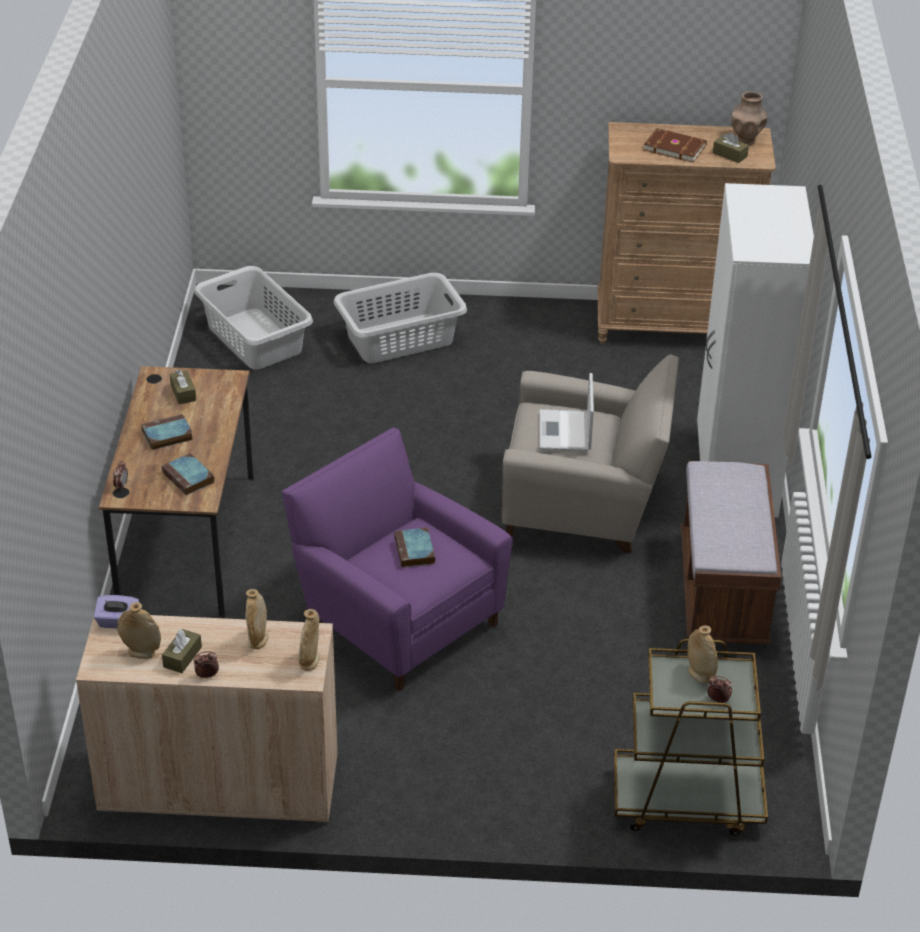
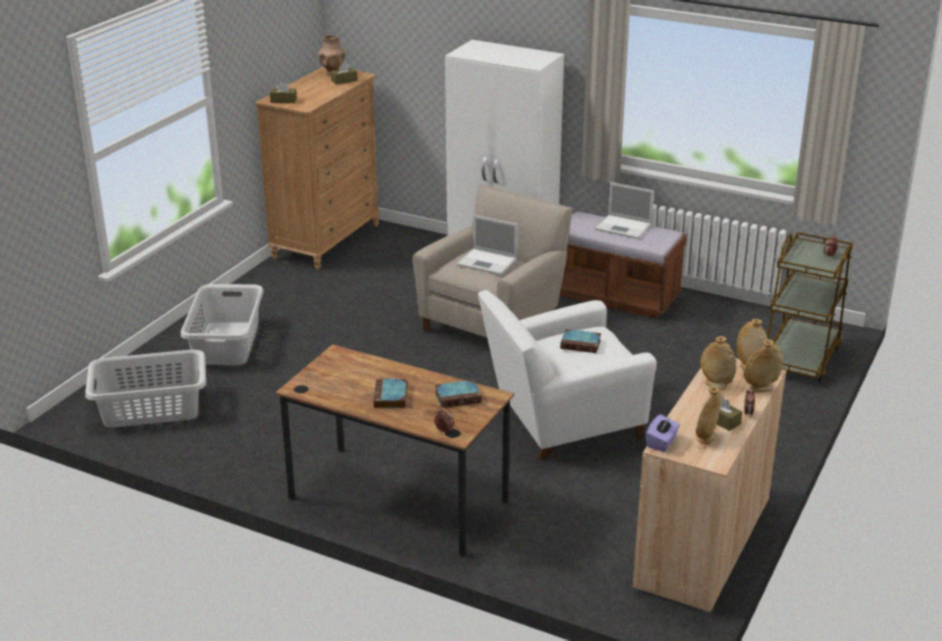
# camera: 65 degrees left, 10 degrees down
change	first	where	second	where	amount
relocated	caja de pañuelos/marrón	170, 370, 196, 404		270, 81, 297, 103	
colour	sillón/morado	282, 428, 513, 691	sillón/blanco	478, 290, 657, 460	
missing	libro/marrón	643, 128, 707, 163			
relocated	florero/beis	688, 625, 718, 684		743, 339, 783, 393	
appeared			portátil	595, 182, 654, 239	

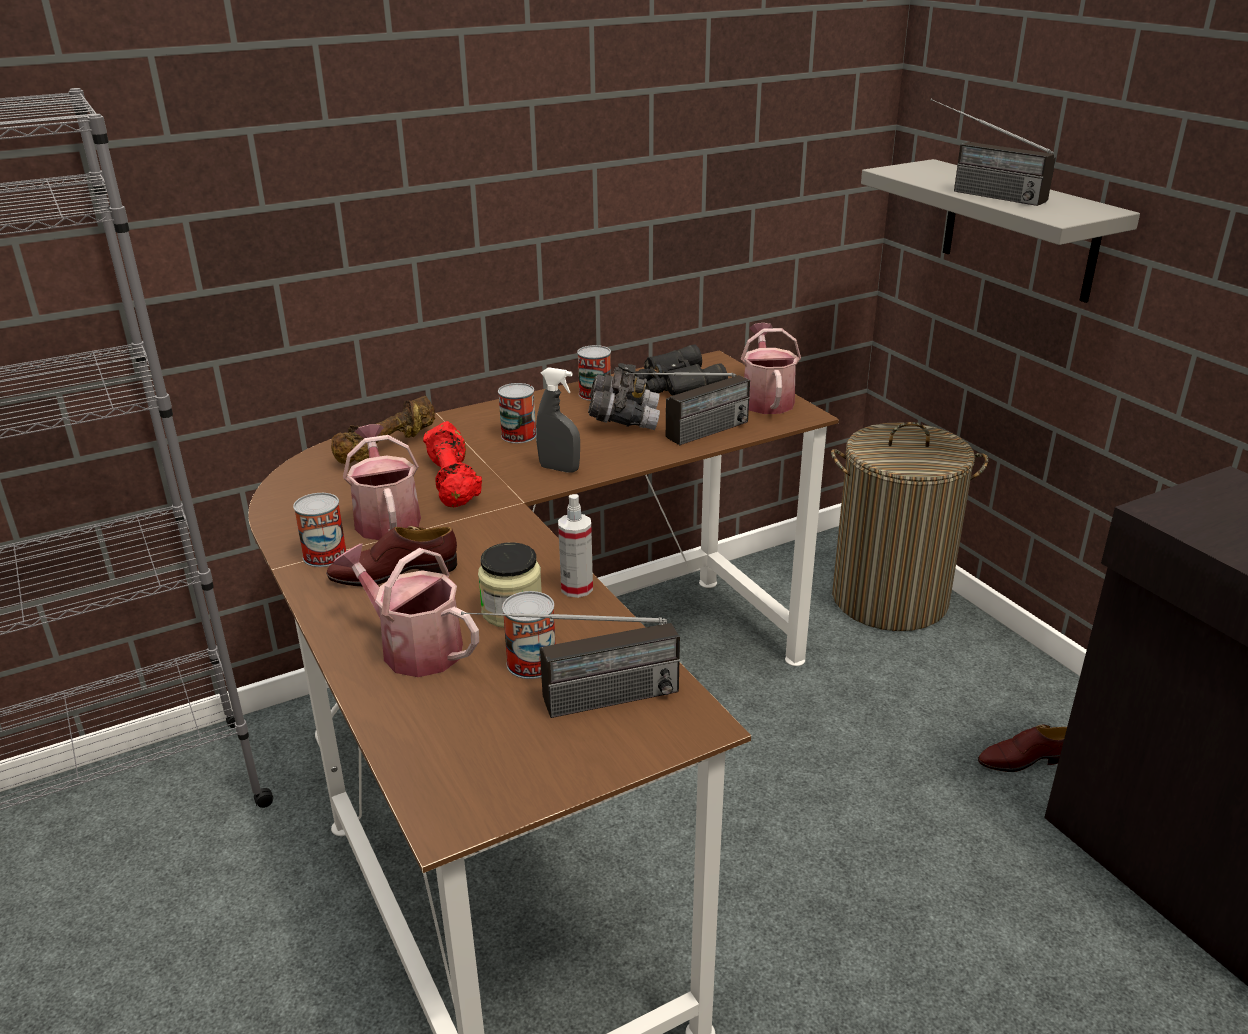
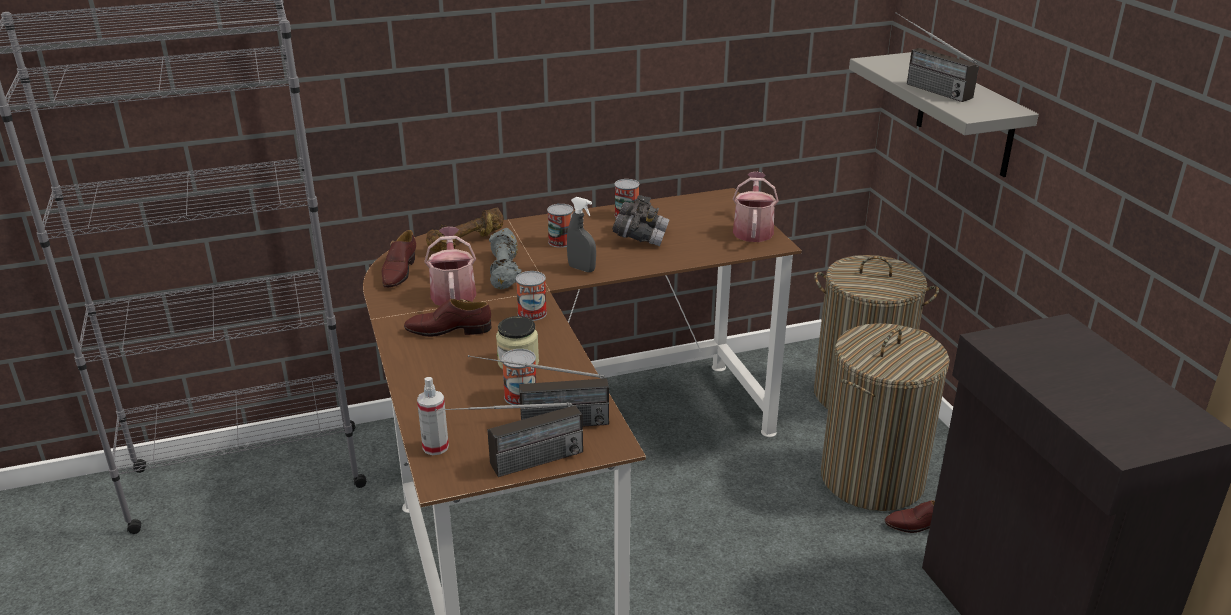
# camera: 10 degrees right, 0 degrees up
change	first	where	second	where	amount
relocated	lata	293, 493, 347, 567		516, 271, 547, 321	
missing	regadera	333, 544, 479, 677			
colour	mancuerna/rojo	423, 421, 482, 507	mancuerna/gris	489, 228, 522, 289	
relocated	pulverizador	558, 494, 593, 598		417, 377, 449, 455	
relocated	radio	626, 372, 750, 445		435, 402, 583, 477	
missing	prismáticos/negro	634, 344, 728, 396			
appeared			zapato/marrón	382, 230, 416, 288	
appeared			cesto de la ropa	821, 323, 950, 511	

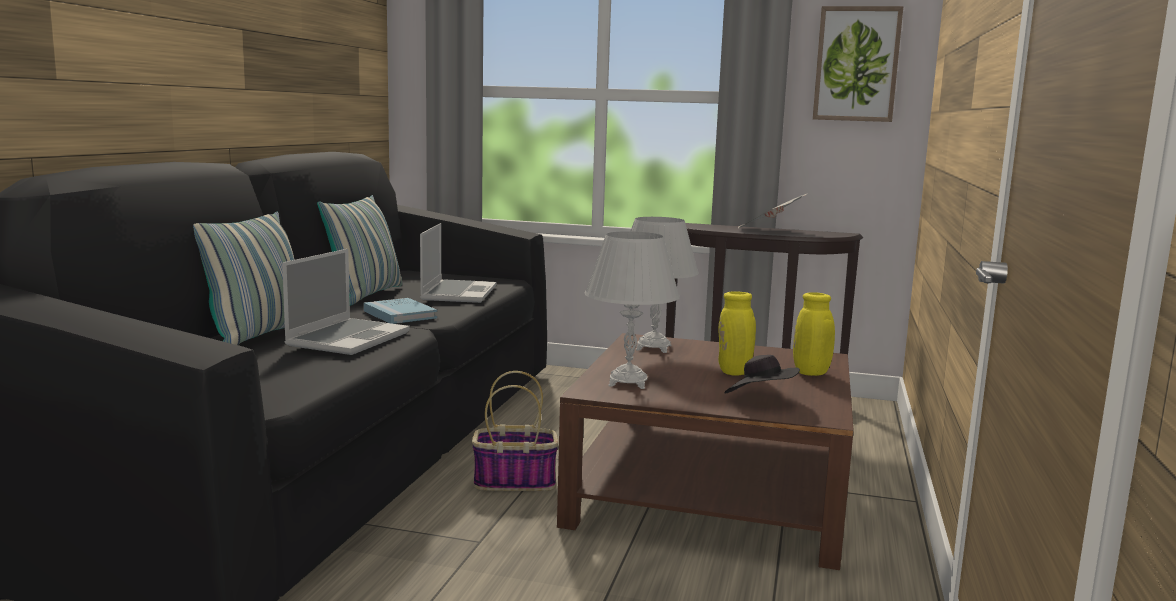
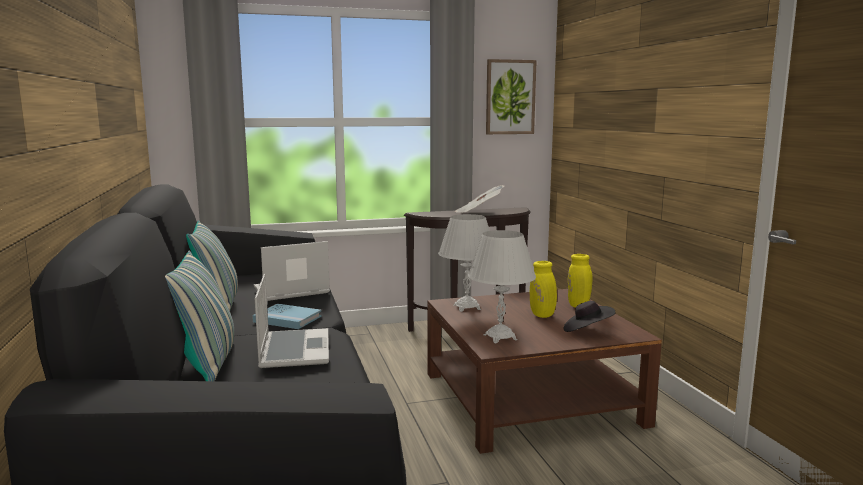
# camera: 30 degrees left, 0 degrees up
change	first	where	second	where	amount
spun	portátil	420, 223, 496, 303		254, 241, 330, 301	90 degrees counterclockwise
missing	cesta	472, 371, 558, 491			

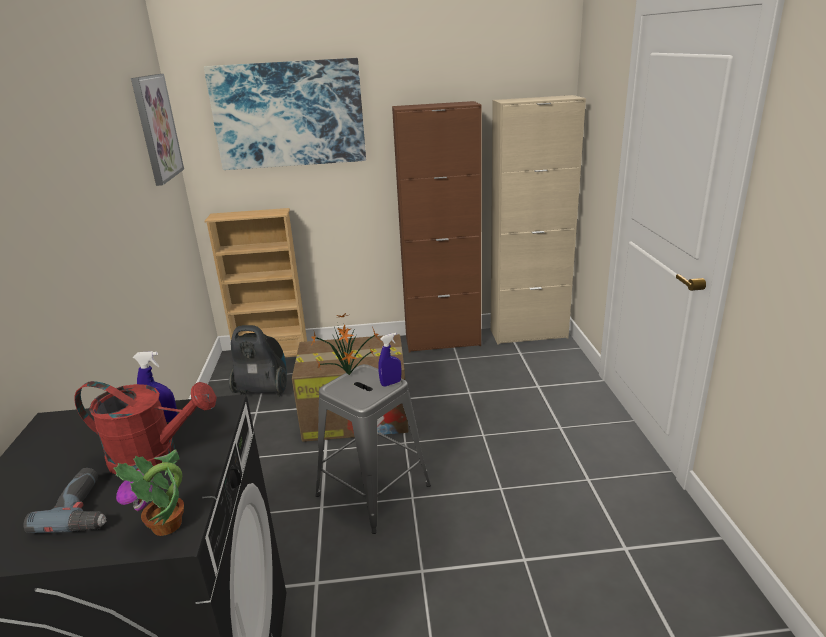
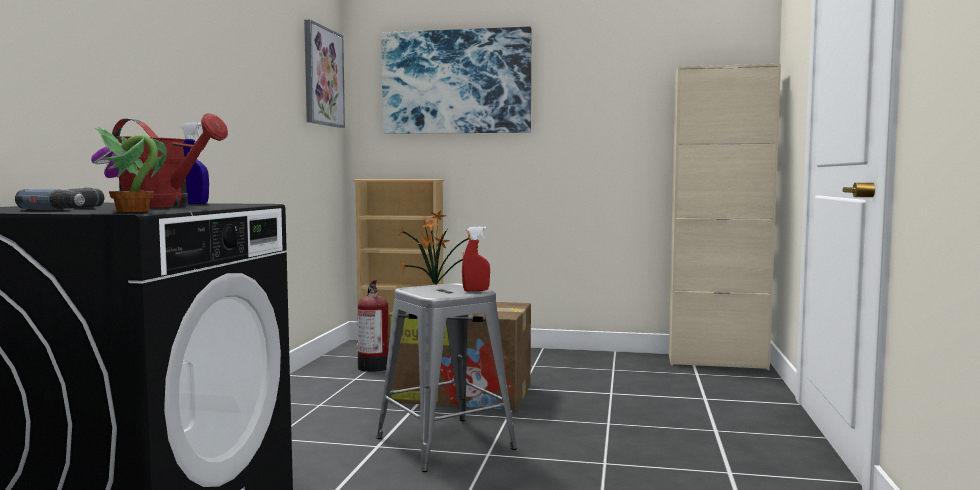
# camera: 15 degrees right, 20 degrees down
change	first	where	second	where	amount
exchanged	aspiradora	229, 325, 287, 397	extintor	358, 280, 389, 372	
colour	pulverizador/azul	378, 333, 402, 386	pulverizador/rojo	462, 226, 490, 291	
missing	armario/marrón	392, 101, 482, 352			

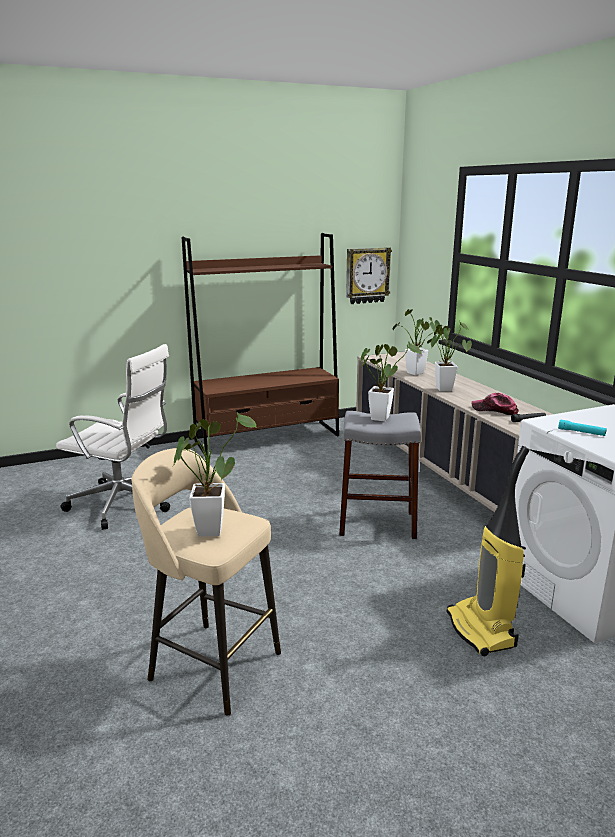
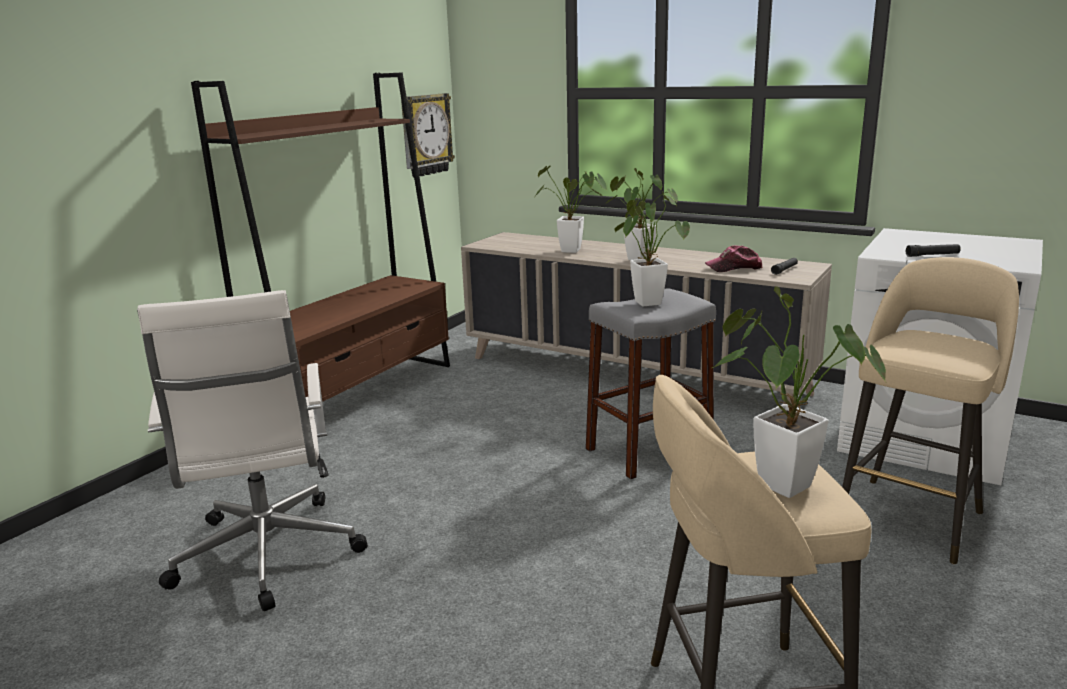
# camera: 35 degrees left, 0 degrees up
change	first	where	second	where	amount
spun	silla de oficina/blanco	56, 344, 170, 530		137, 290, 367, 611	90 degrees clockwise
exchanged	aspiradora	447, 446, 530, 656	taburete/beis	842, 257, 1019, 564	
colour	linterna/turquesa	558, 419, 607, 436	linterna/negro	906, 244, 961, 257	

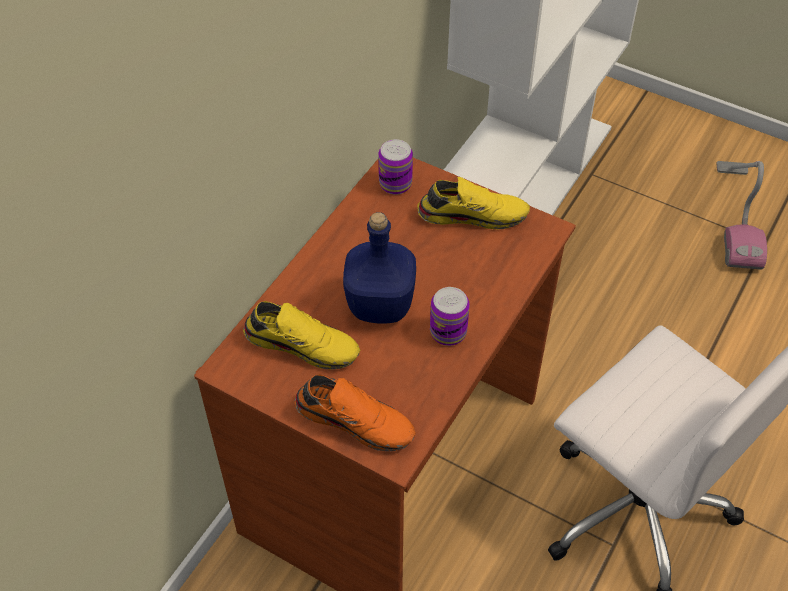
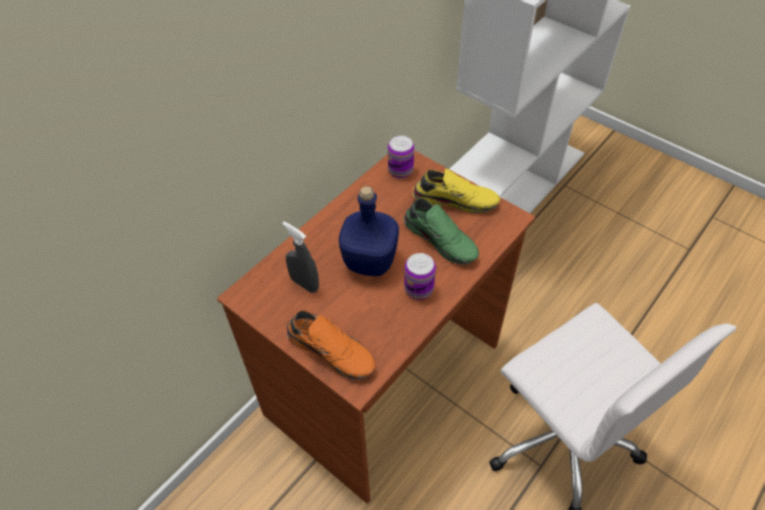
# camera: 10 degrees right, 0 degrees up
change	first	where	second	where	amount
exchanged	zapato/amarillo	243, 301, 360, 369	pulverizador/gris	282, 221, 319, 293	
missing	aspiradora	716, 161, 767, 270			
appeared			zapato/verde	404, 198, 479, 265	

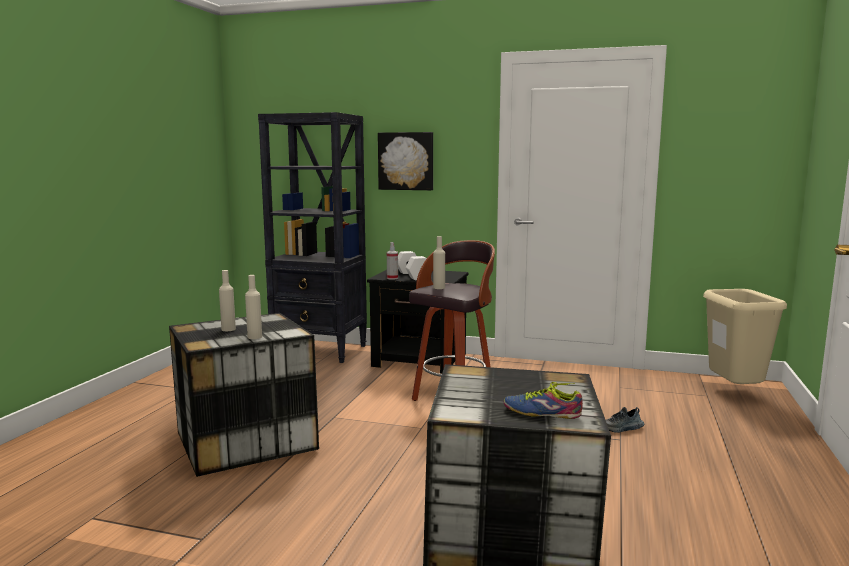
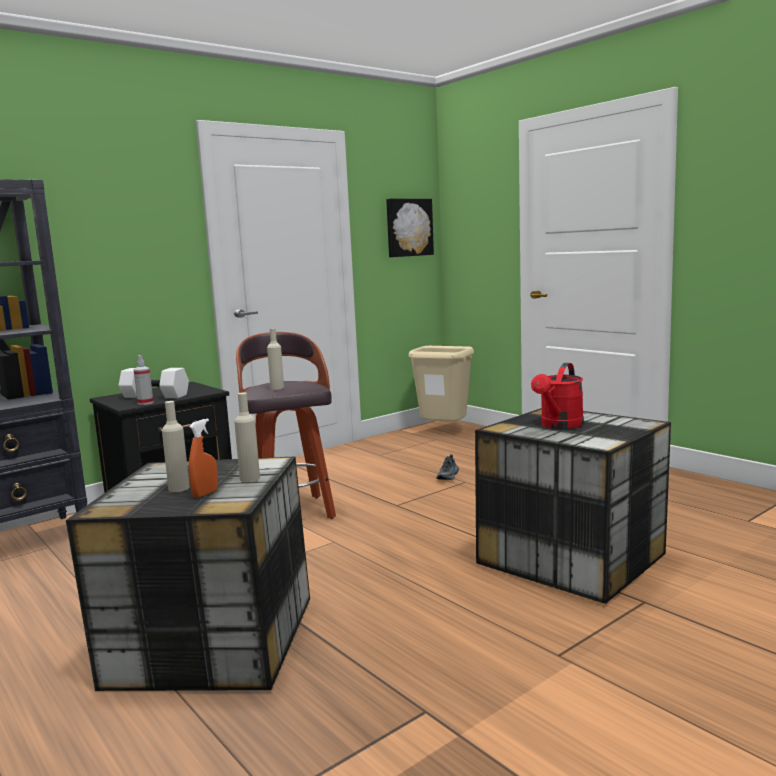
# camera: 55 degrees left, 0 degrees up
change	first	where	second	where	amount
relocated	cuadro	378, 132, 433, 190		386, 199, 434, 257	
missing	zapato	504, 382, 583, 419			
appeared			pulverizador/naranja	189, 418, 218, 498	
appeared			regadera/rojo	531, 363, 584, 429	

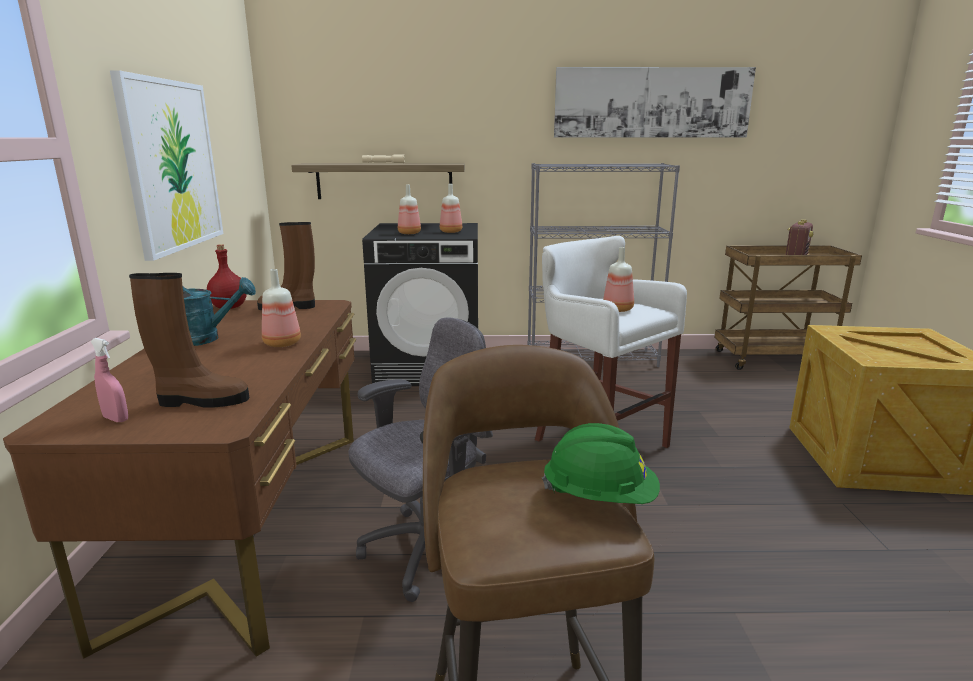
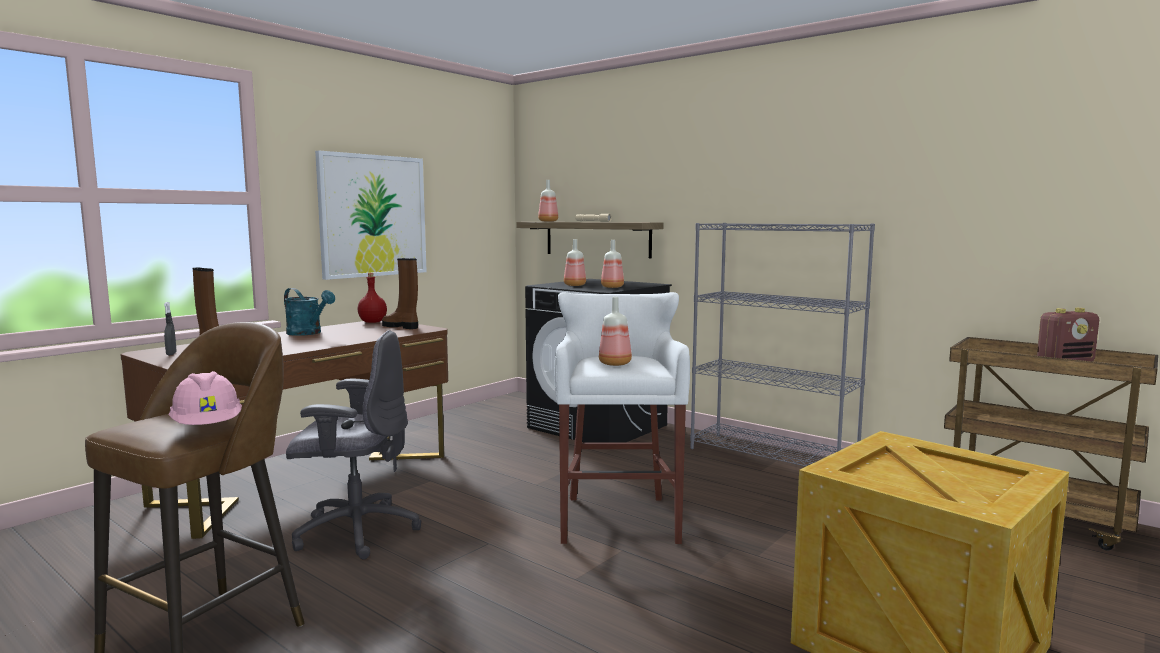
# camera: 40 degrees right, 10 degrees down
change	first	where	second	where	amount
colour	pulverizador/rosa	91, 338, 128, 422	pulverizador/gris	164, 302, 176, 355	
relocated	botella	262, 269, 301, 347		538, 180, 558, 222	
colour	casco/verde	542, 423, 660, 504	casco/rosa	169, 371, 242, 425	
missing	cuadro	554, 67, 756, 137			

